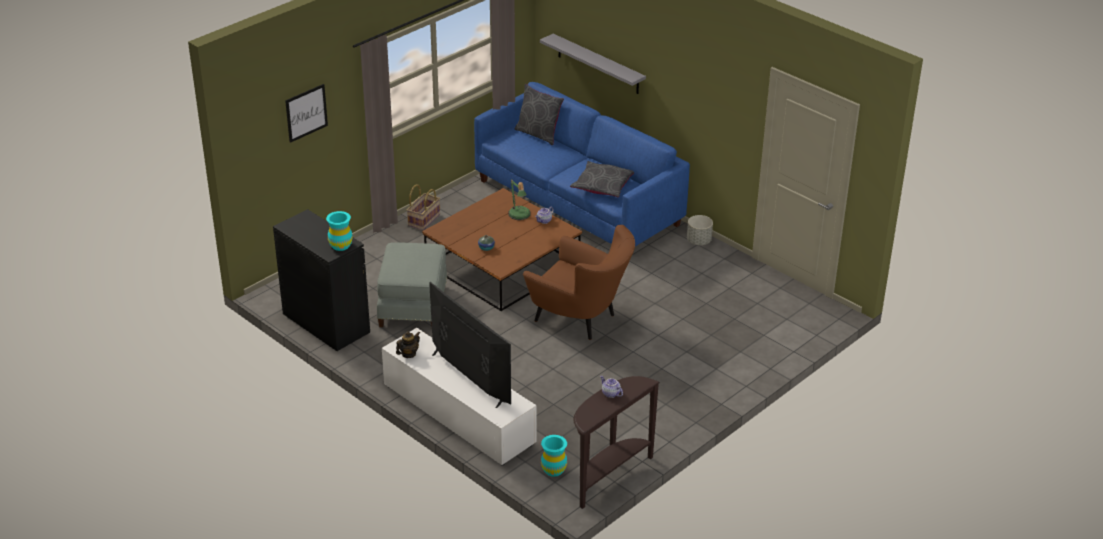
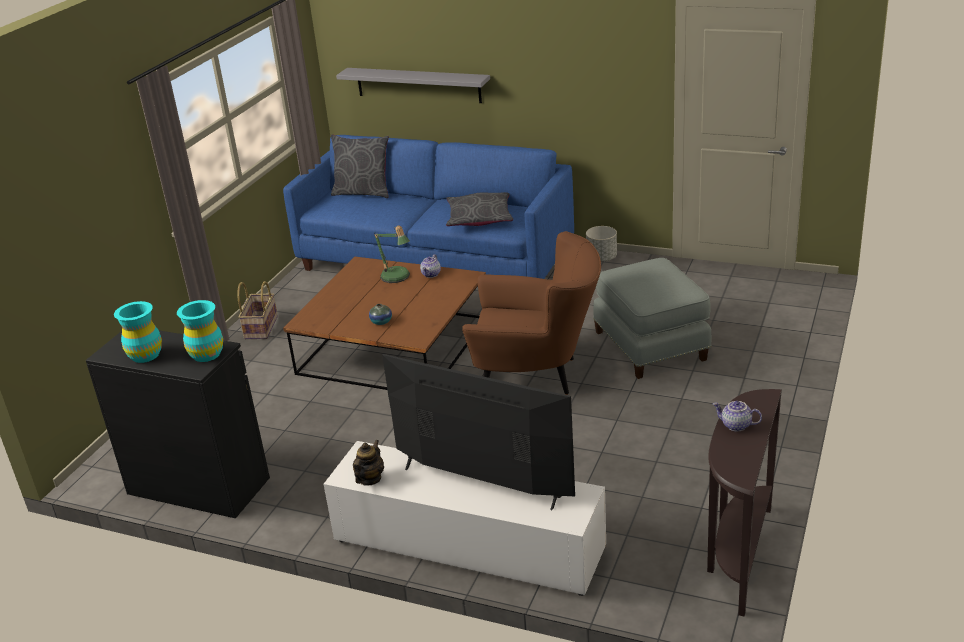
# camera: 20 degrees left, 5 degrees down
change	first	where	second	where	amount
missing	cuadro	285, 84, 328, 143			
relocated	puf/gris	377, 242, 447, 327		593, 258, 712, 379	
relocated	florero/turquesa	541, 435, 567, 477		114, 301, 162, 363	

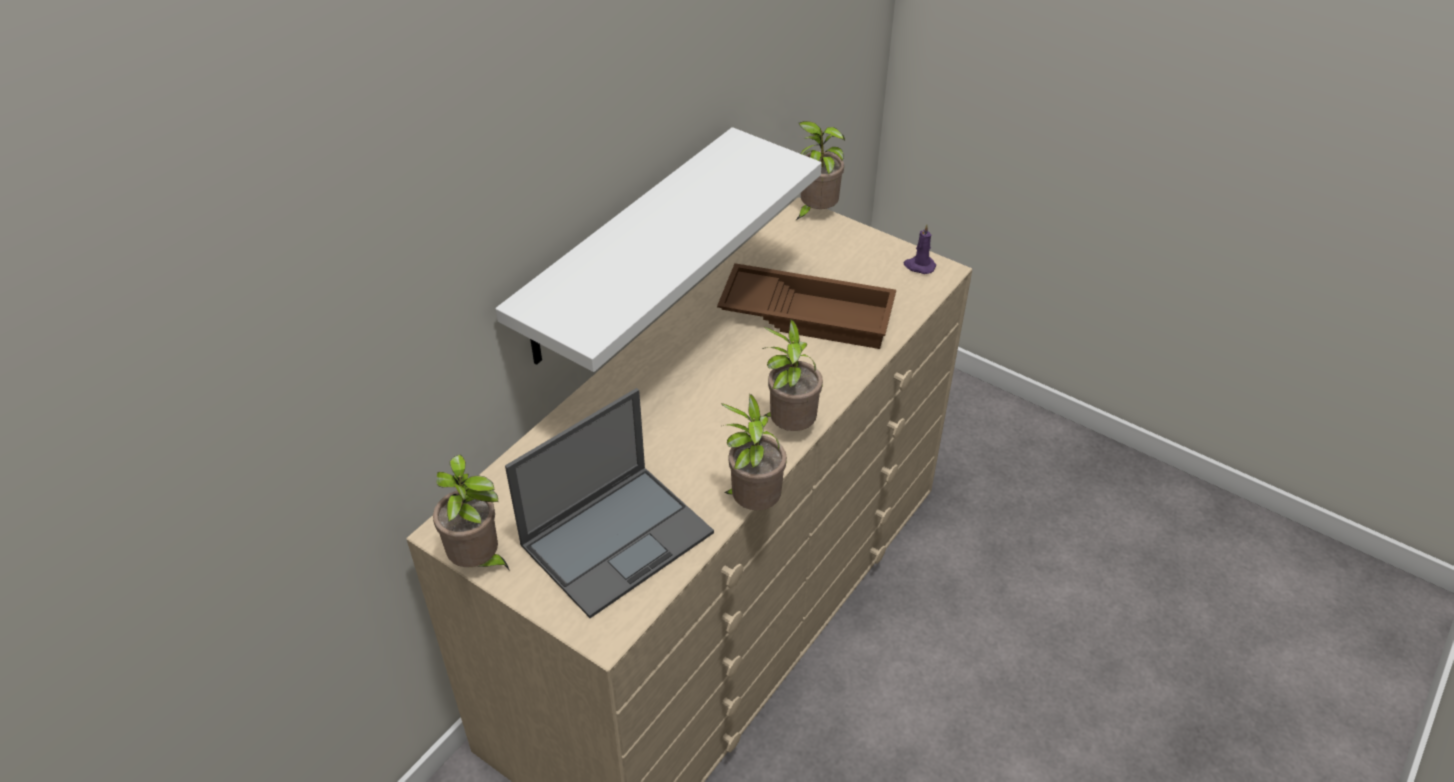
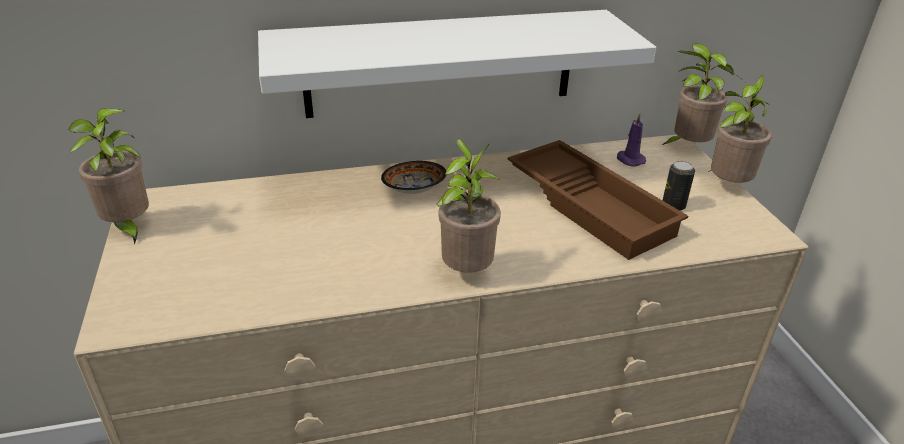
# camera: 40 degrees right, 10 degrees down
change	first	where	second	where	amount
missing	portátil	505, 388, 714, 618			
relocated	planta en maceta	721, 394, 787, 510		708, 74, 772, 183	
relocated	vela/morado	903, 224, 936, 274		617, 113, 646, 167	
appeared			cuenco	381, 161, 447, 194	
appeared			lata	662, 161, 695, 211	

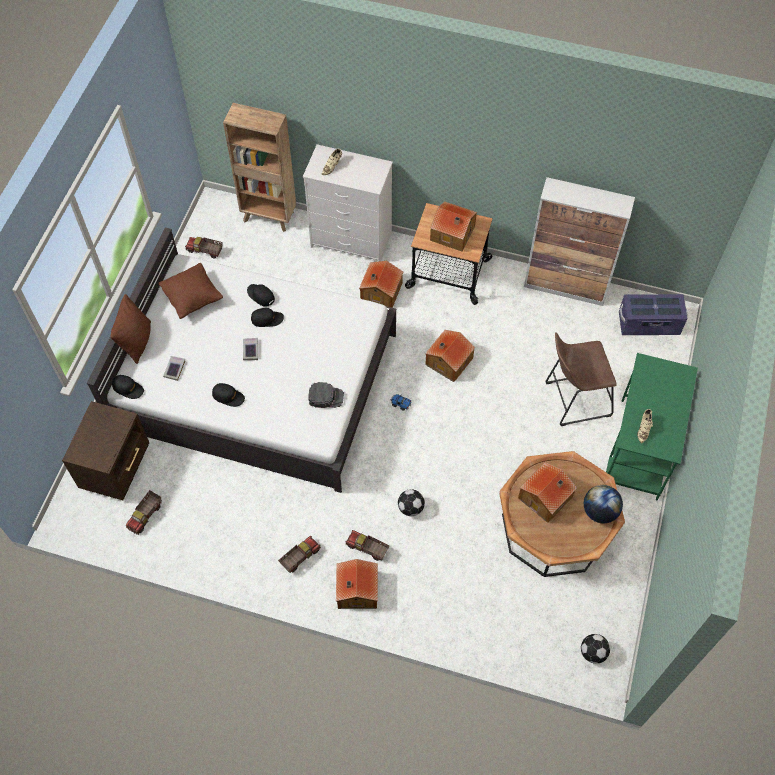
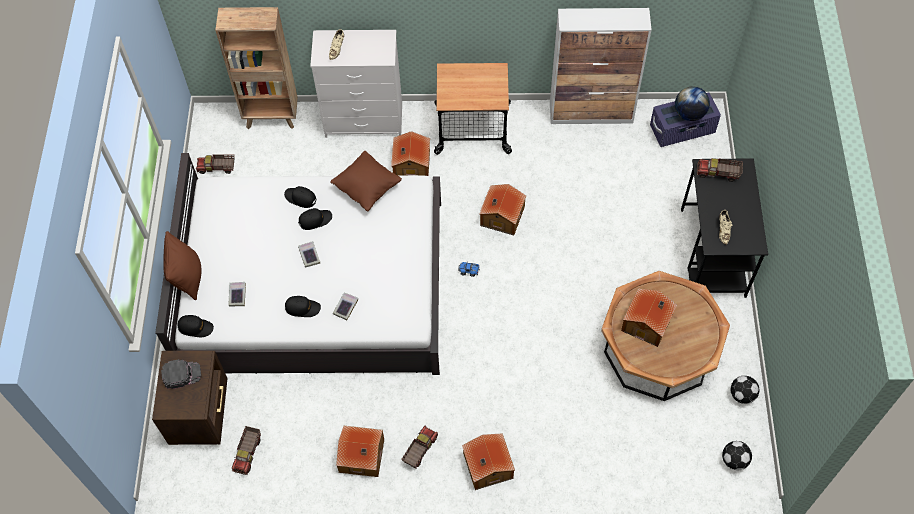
# camera: 15 degrees left, 0 degrees up
change	first	where	second	where	amount
relocated	cojín/marrón	158, 263, 223, 319		330, 151, 402, 211	
relocated	gorra/negro	308, 382, 344, 408		161, 359, 201, 389	
relocated	camión de juguete	346, 530, 390, 561		697, 158, 743, 182	
relocated	balón de fútbol	398, 489, 425, 516		730, 376, 759, 404	
relocated	casita	430, 201, 477, 252		336, 426, 384, 477	
missing	taburete/marrón	546, 332, 617, 426			
relocated	globo terráqueo	584, 485, 623, 524		675, 86, 710, 121	
colour	escritorio/verde	606, 353, 698, 501	escritorio/negro	681, 158, 768, 298	
appeared			libro	333, 293, 358, 320	

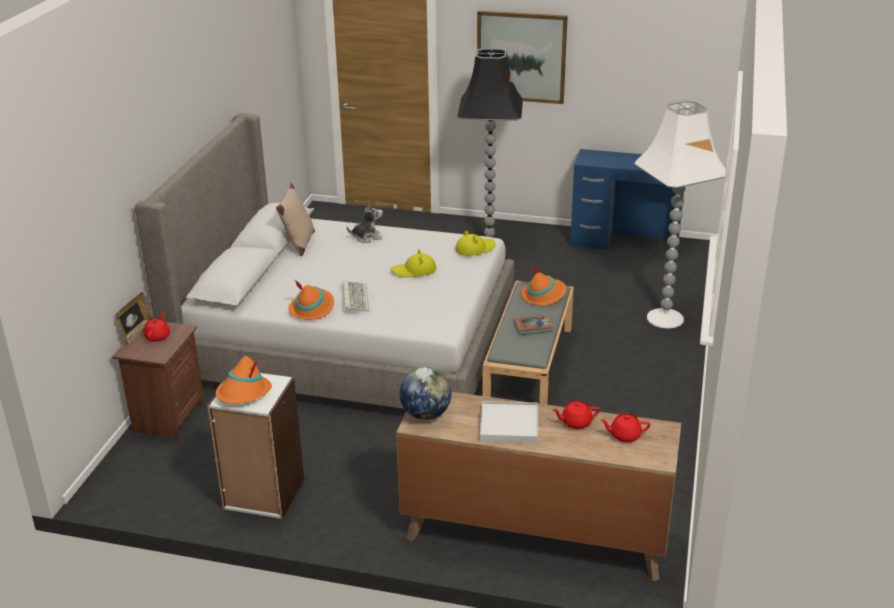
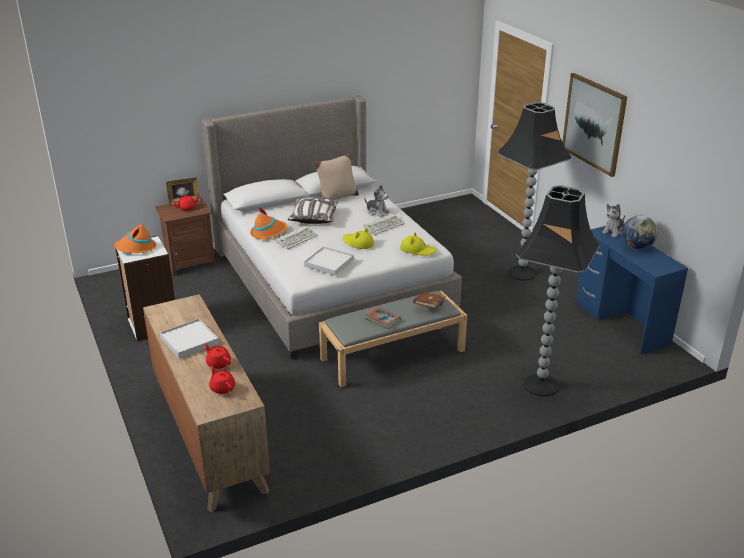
# camera: 50 degrees right, 0 degrees up
change	first	where	second	where	amount
relocated	globo terráqueo	399, 367, 451, 420		622, 215, 658, 250	
exchanged	sombrero/naranja	521, 265, 566, 306	libro/marrón	413, 292, 446, 309	
colour	lámpara de pie/blanco	634, 100, 726, 329	lámpara de pie/negro	516, 185, 600, 397	
appeared			cojín	288, 198, 339, 224	
appeared			bandeja/blanco	304, 246, 354, 275	
appeared			teclado	363, 214, 405, 235	
appeared			peluche	602, 204, 625, 238	

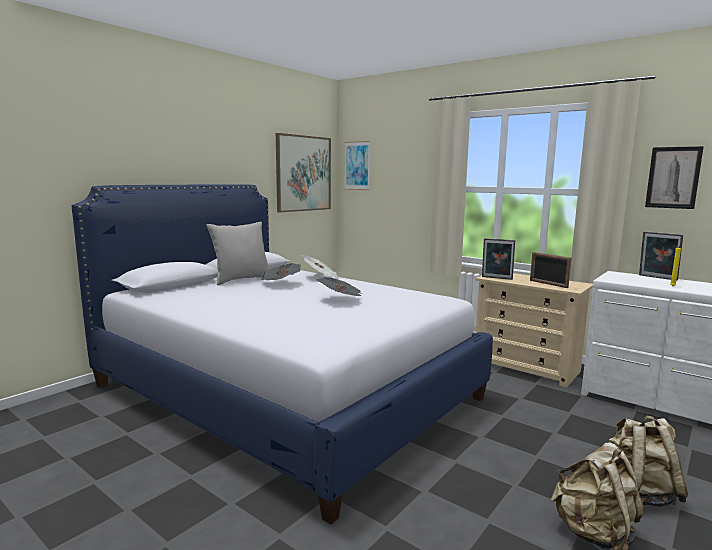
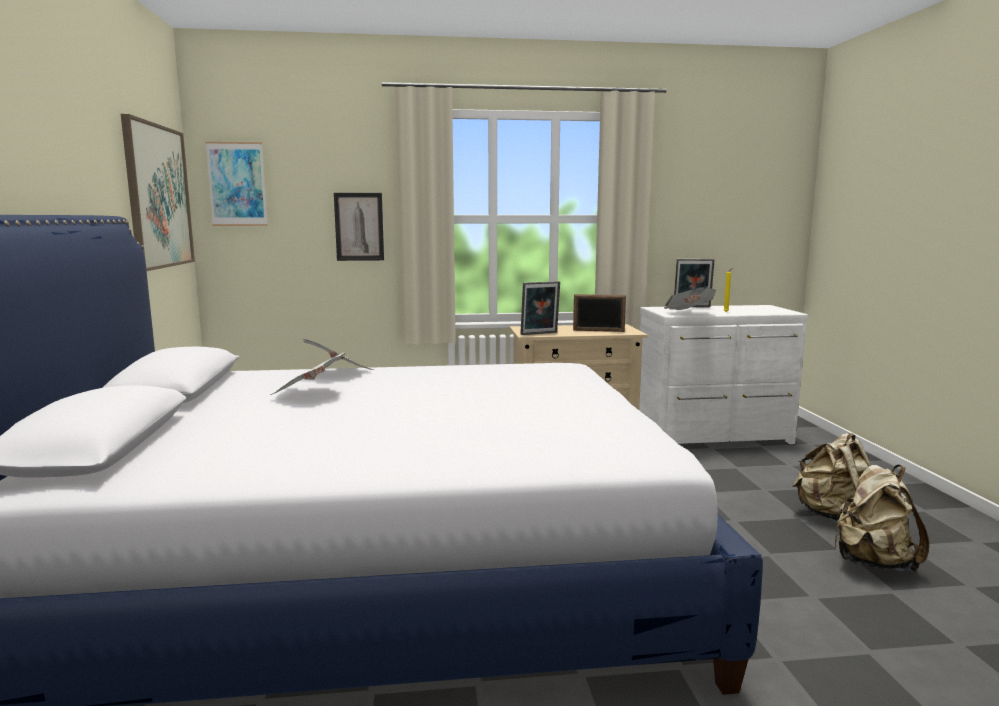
# camera: 45 degrees left, 0 degrees up
change	first	where	second	where	amount
missing	cojín/gris	207, 222, 270, 285			
relocated	periódico	316, 277, 362, 296		664, 287, 717, 310	
relocated	cuadro	645, 146, 704, 209		334, 193, 384, 261	

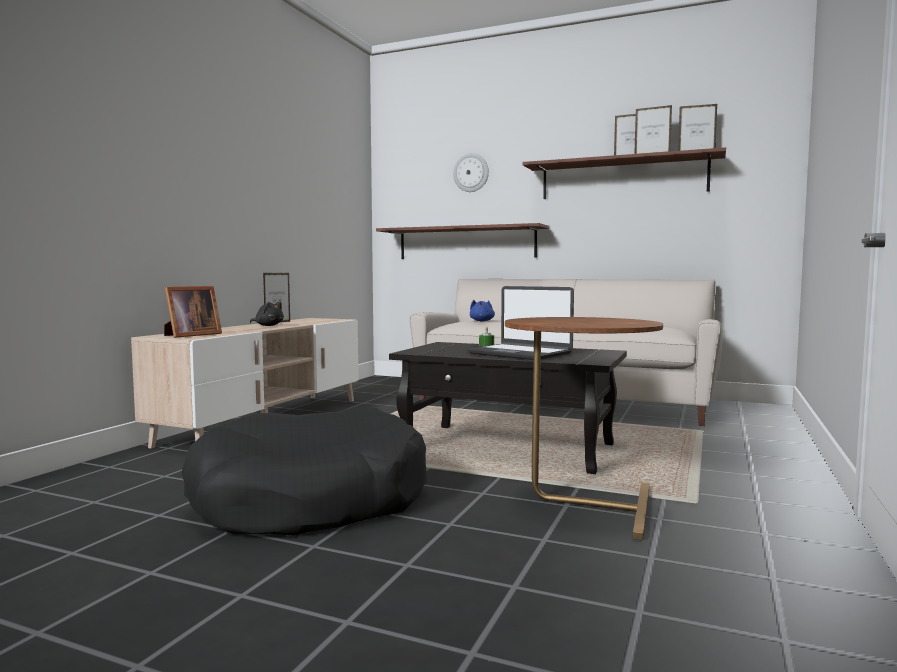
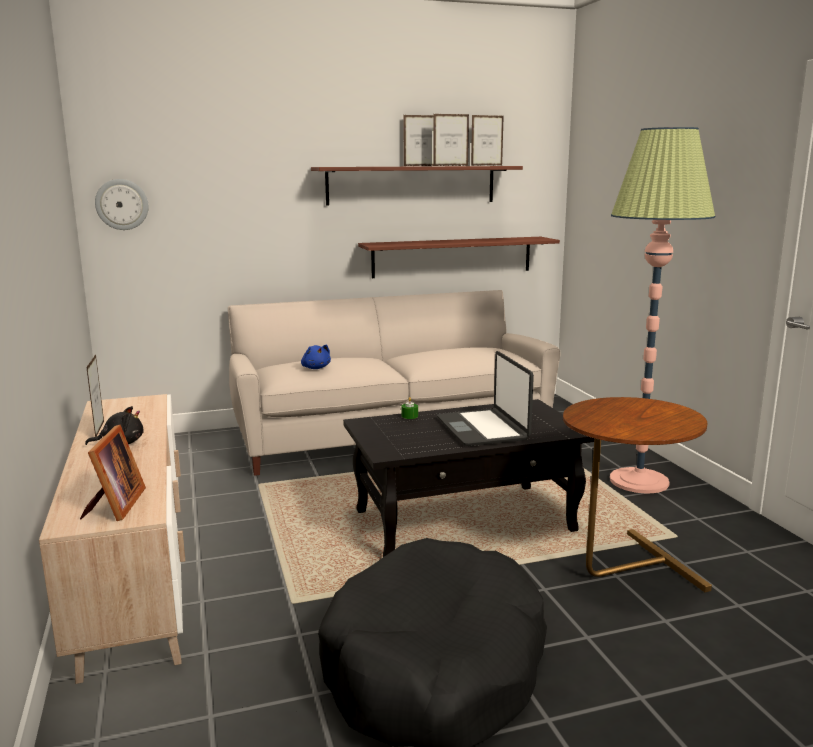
# camera: 40 degrees left, 10 degrees up
change	first	where	second	where	amount
relocated	estante	376, 223, 549, 259		358, 237, 560, 278	
relocated	reloj de pared	453, 153, 489, 192		95, 179, 149, 230	
spun	portátil	467, 286, 574, 360		437, 351, 534, 446	75 degrees clockwise
appeared			lámpara de pie	610, 127, 715, 494	

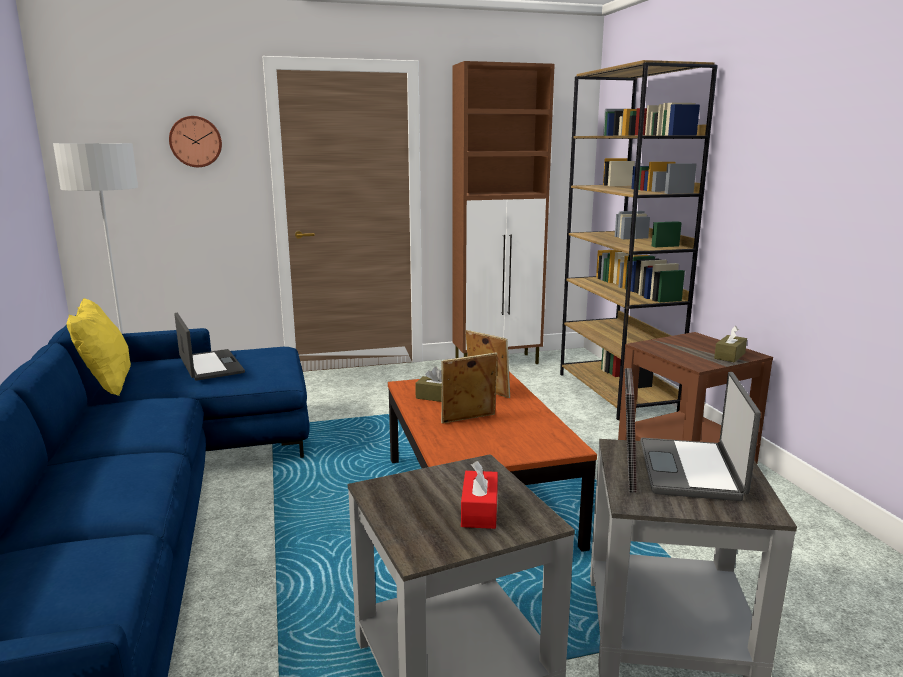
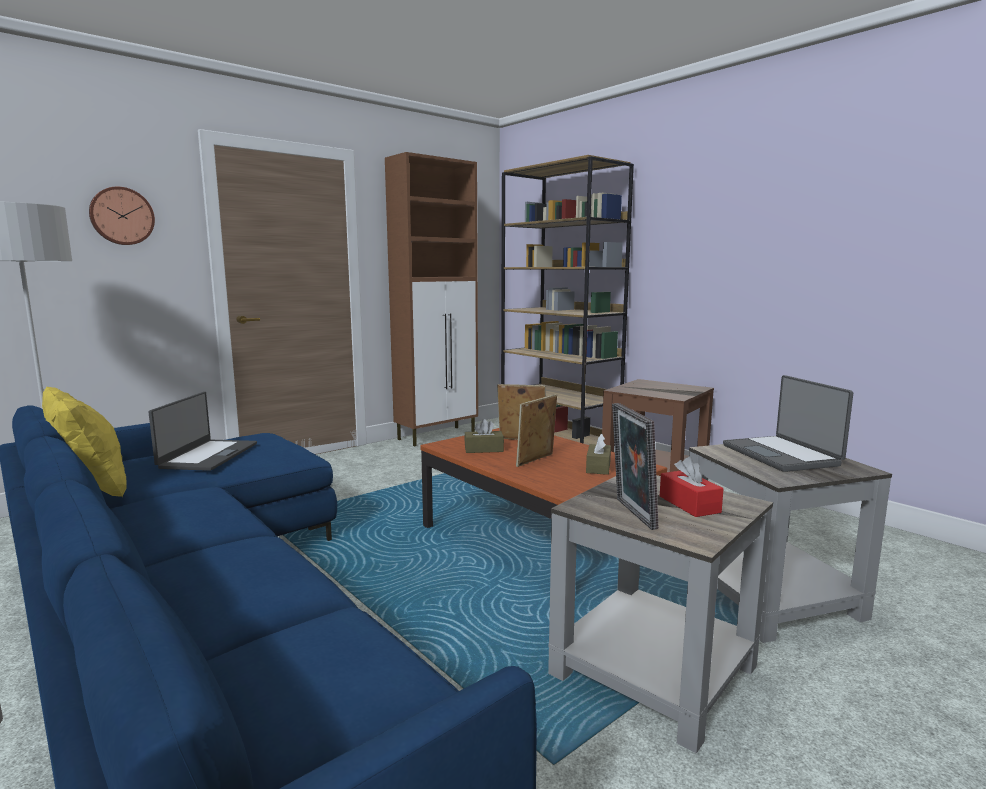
# camera: 25 degrees left, 5 degrees down
change	first	where	second	where	amount
spun	portátil	174, 312, 245, 381		149, 392, 257, 471	60 degrees clockwise
relocated	portarretratos	625, 368, 637, 493		612, 403, 658, 530	
relocated	caja de pañuelos/marrón	714, 326, 747, 362		586, 433, 611, 475	

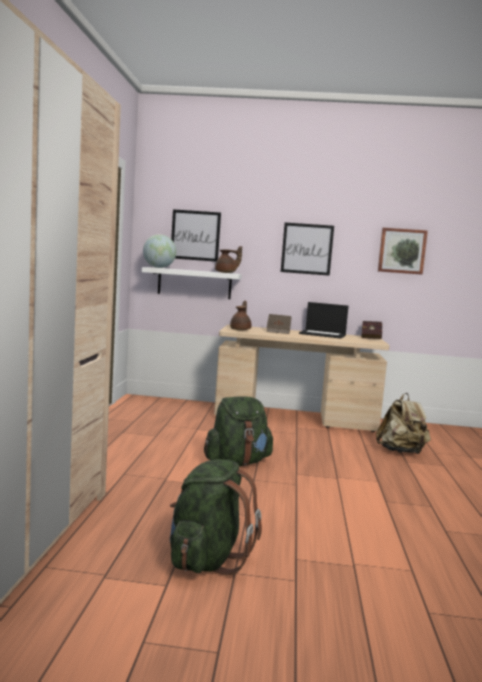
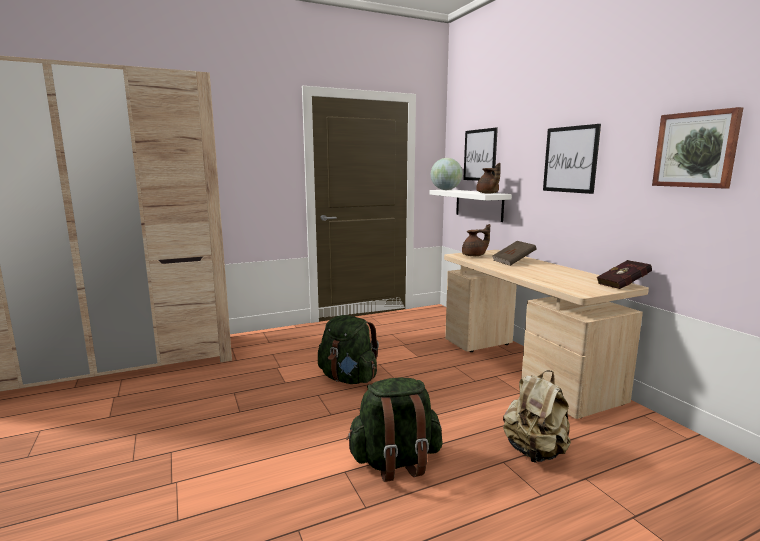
# camera: 60 degrees right, 5 degrees up
change	first	where	second	where	amount
relocated	mochila/verde	170, 459, 262, 575		346, 377, 443, 482	
missing	portátil	299, 302, 349, 339			

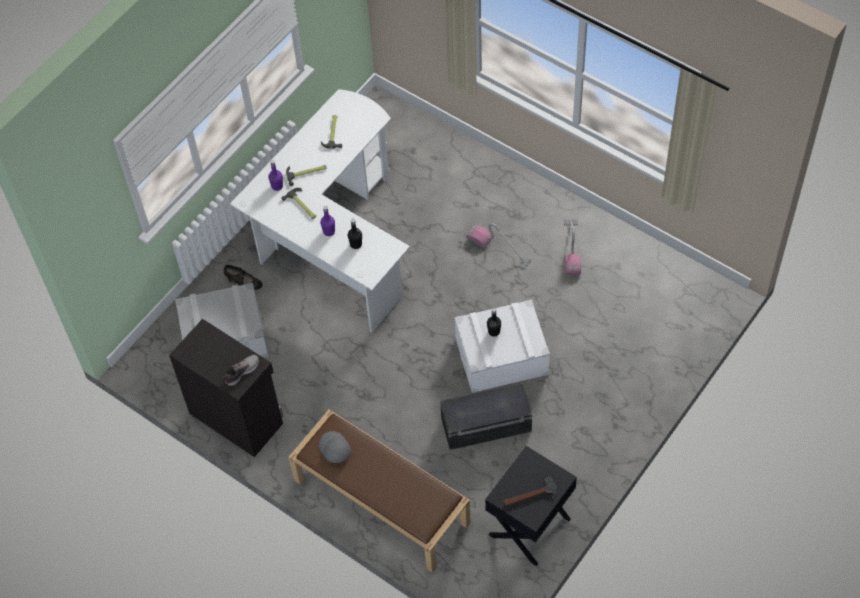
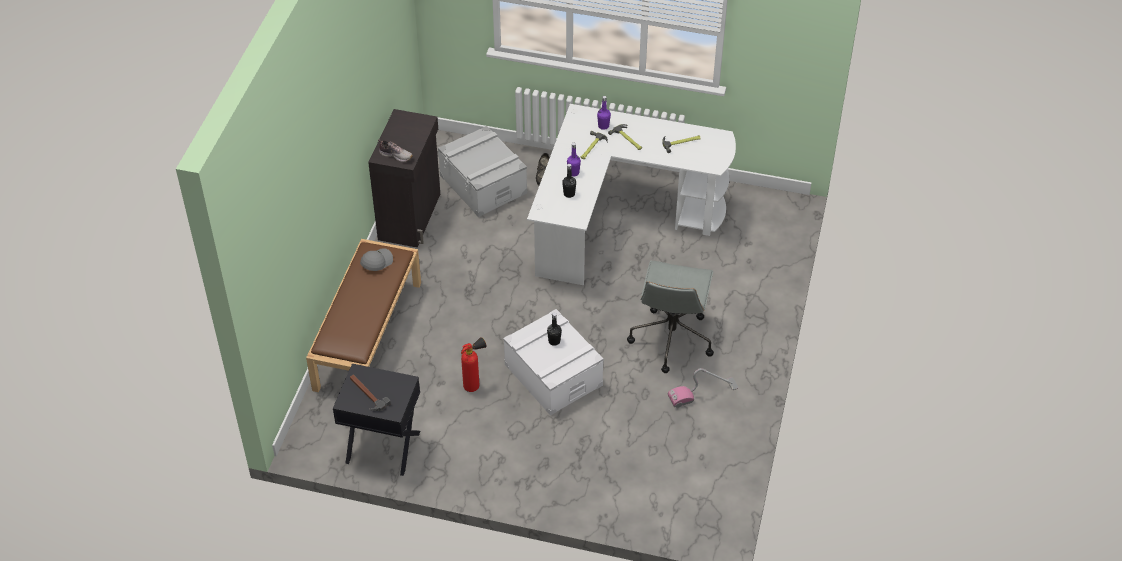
# camera: 65 degrees right, 10 degrees down
change	first	where	second	where	amount
exchanged	caja de almacenaje/negro	440, 383, 532, 450	extintor	461, 337, 487, 392	
exchanged	aspiradora	467, 223, 531, 269	silla de oficina/gris	627, 261, 714, 373	

